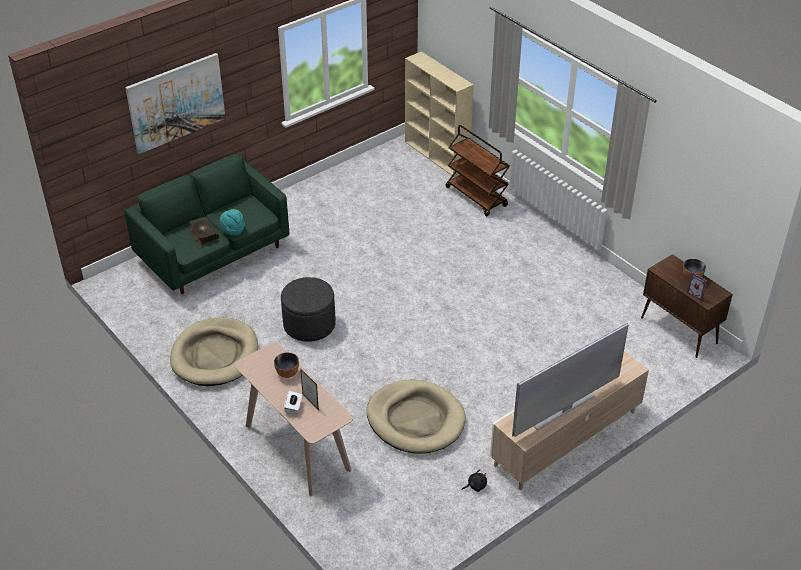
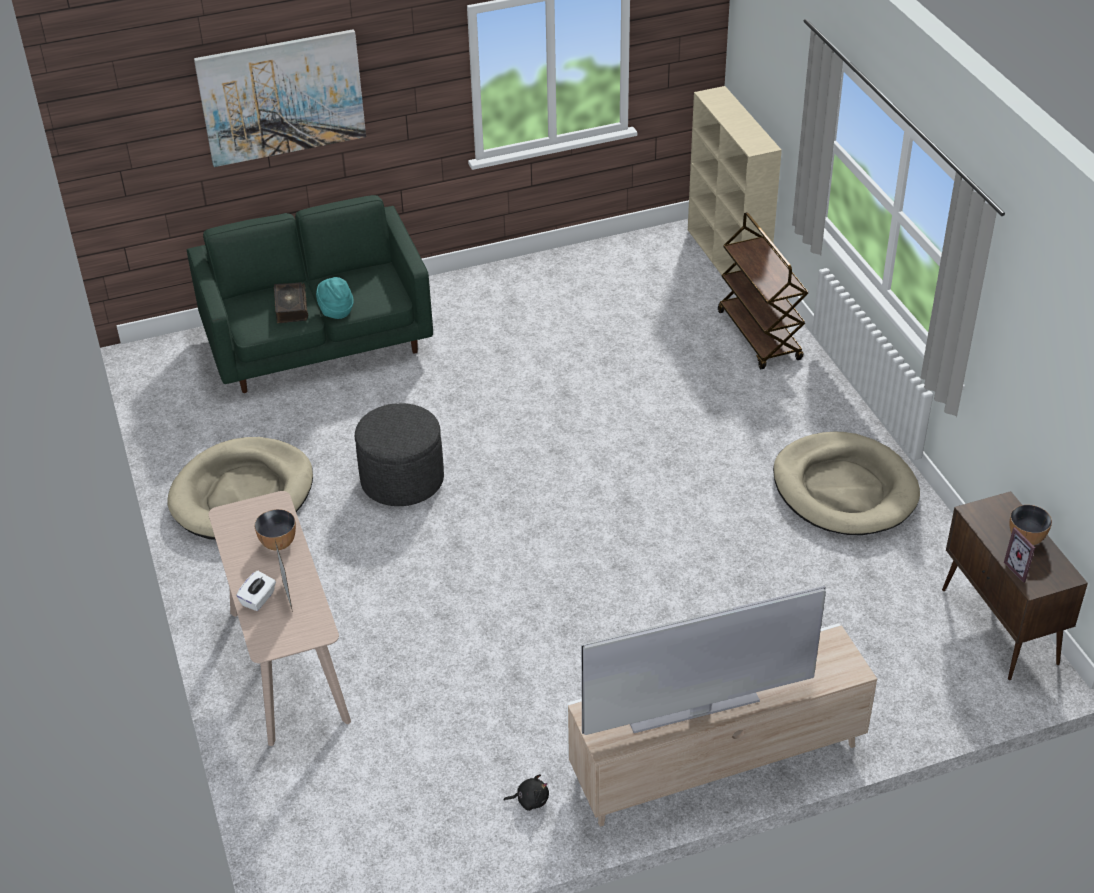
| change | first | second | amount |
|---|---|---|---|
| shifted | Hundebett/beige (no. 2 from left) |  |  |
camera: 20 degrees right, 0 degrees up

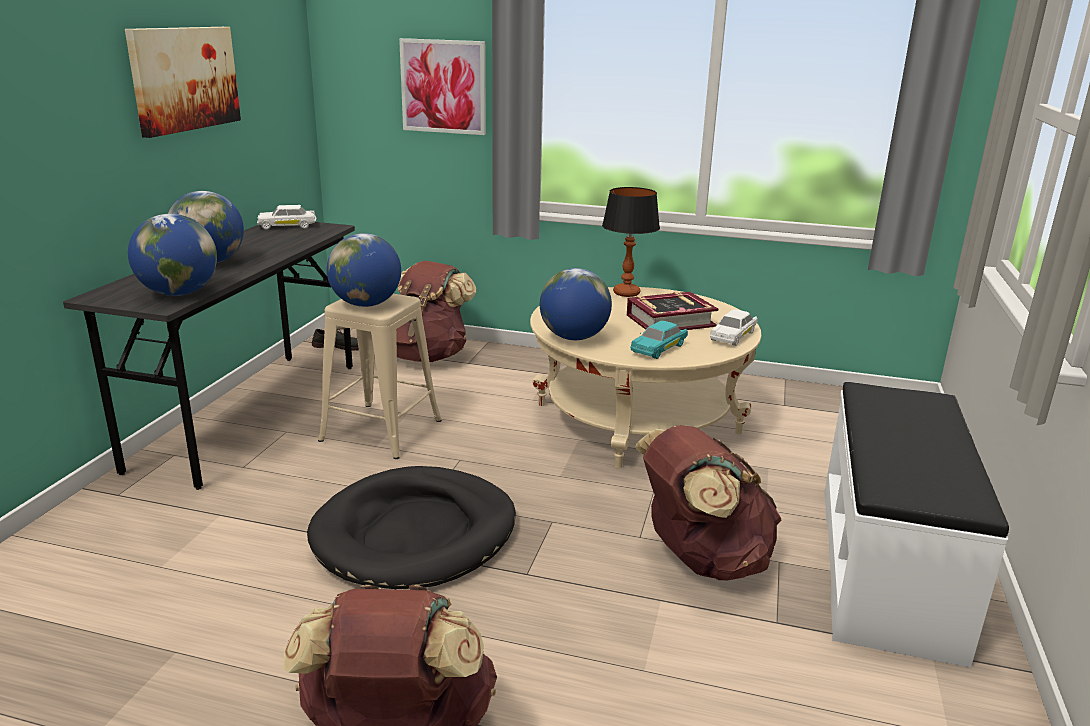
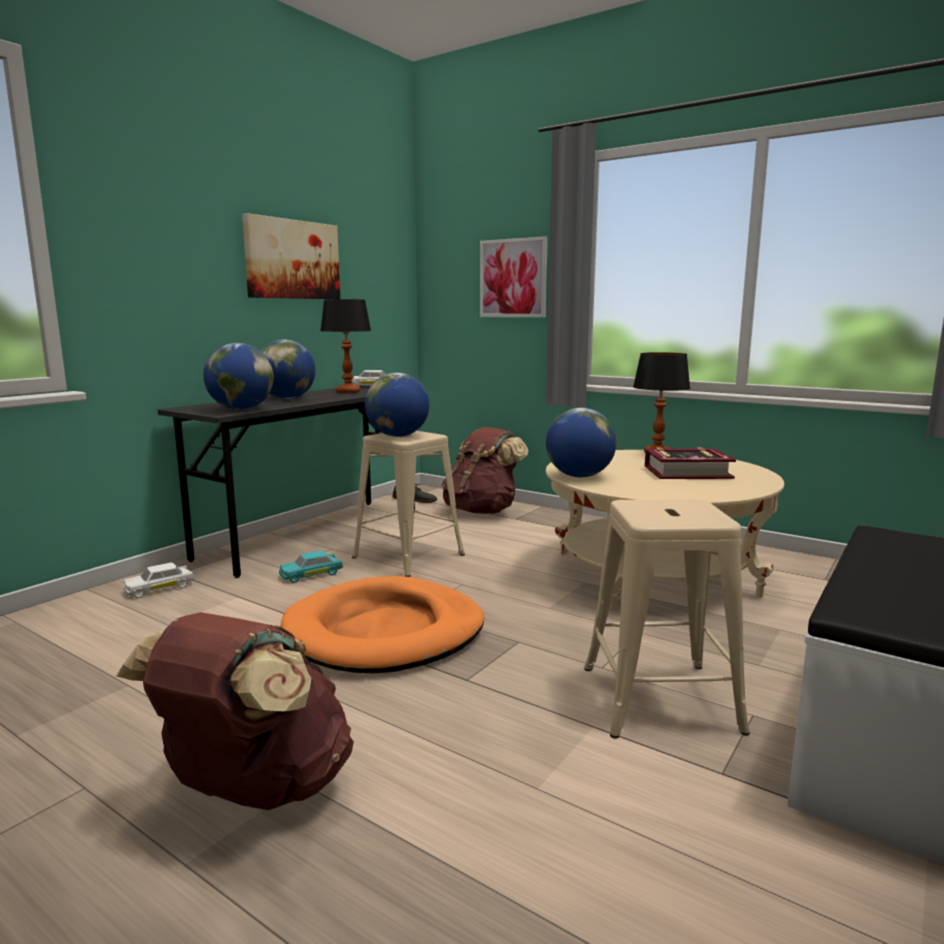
| change | first | second | amount |
|---|---|---|---|
| new |  | Tischlampe (no. 1 from left) |  |
| shifted | Spielzeugauto/türkis |  |  |
| shifted | Spielzeugauto/weiß (no. 2 from left in the first image) | Spielzeugauto/weiß (no. 1 from left) |  |
| swapped | Rucksack/braun (no. 3 from left) | Hocker/beige (no. 2 from left) |  |
| repainted | Hundebett/schwarz | Hundebett/orange |  |
camera: 20 degrees right, 10 degrees down

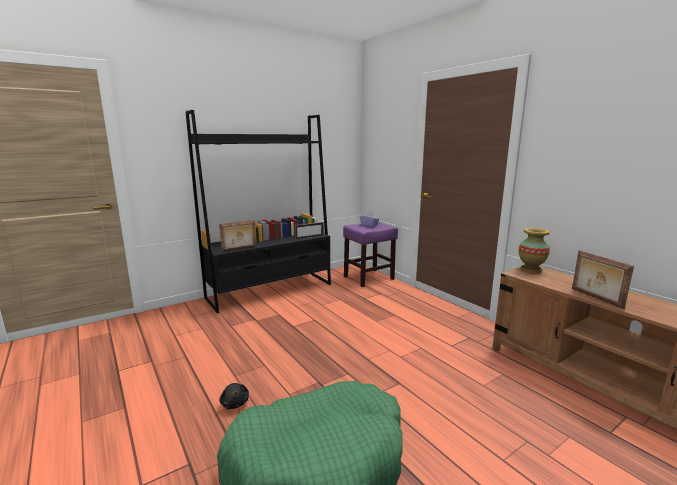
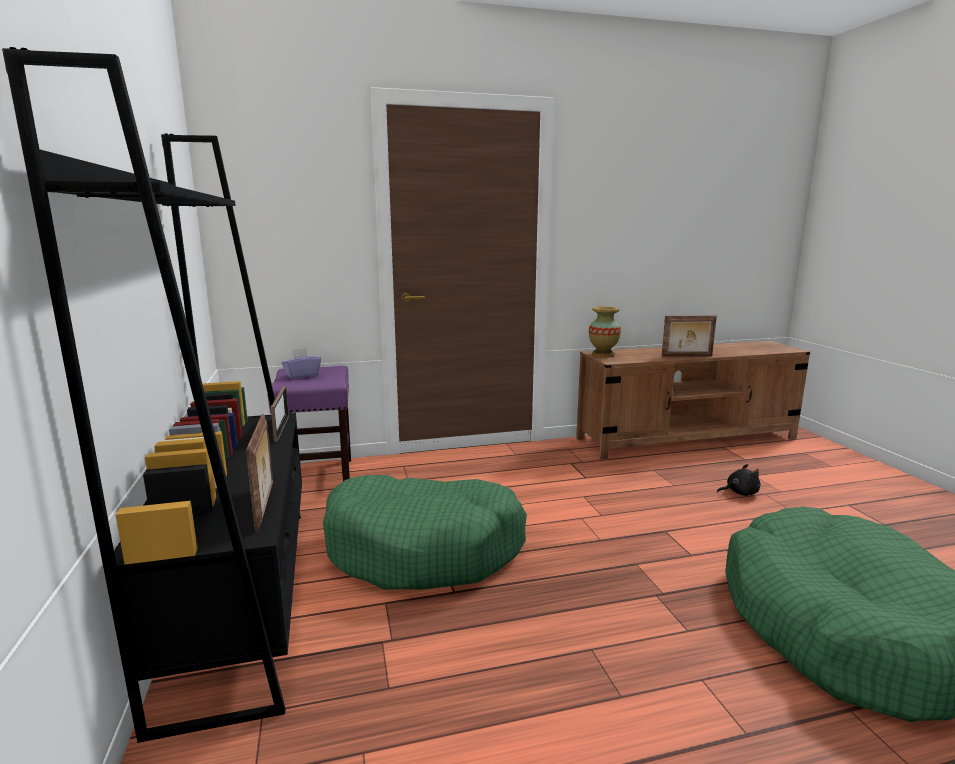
| change | first | second | amount |
|---|---|---|---|
| new |  | Hundebett/grün (no. 1 from left) |  |
| shifted | Plüschtier/schwarz |  |  |
camera: 70 degrees left, 0 degrees up

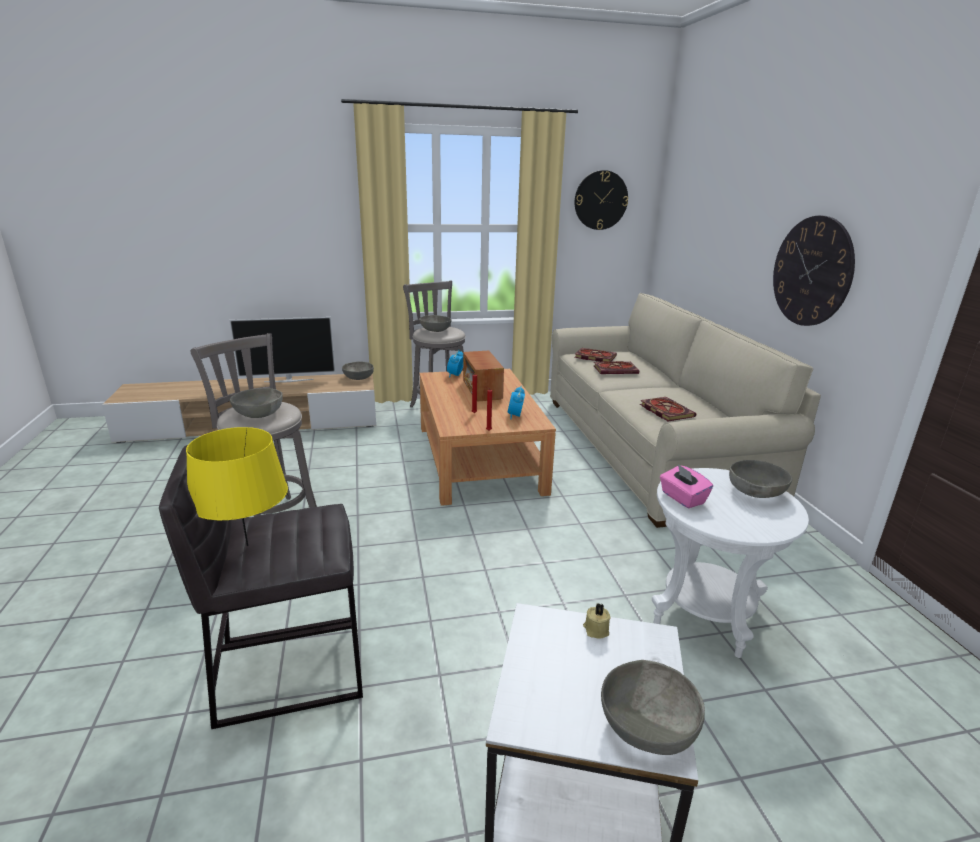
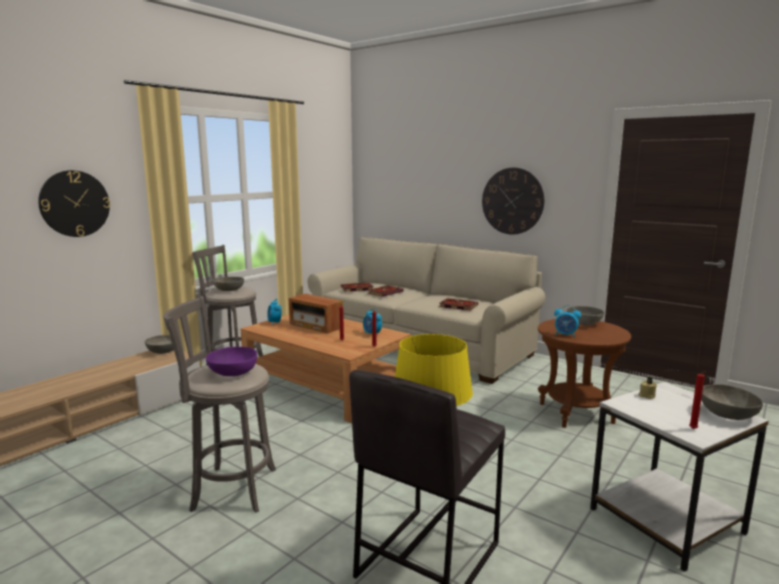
| change | first | second | amount |
|---|---|---|---|
| gone | Fernseher |  |  |
| new |  | Kerze/rot (no. 3 from left) |  |
| shifted | Wanduhr (no. 1 from left) |  |  |
| swapped | Taschentuchbox/rosa | Wecker (no. 3 from left) |  |
| repainted | Schüssel/grau (no. 1 from left) | Schüssel/lila |  |
| repainted | Beistelltisch/weiß (no. 2 from left) | Beistelltisch/braun |  |
camera: 40 degrees left, 10 degrees down

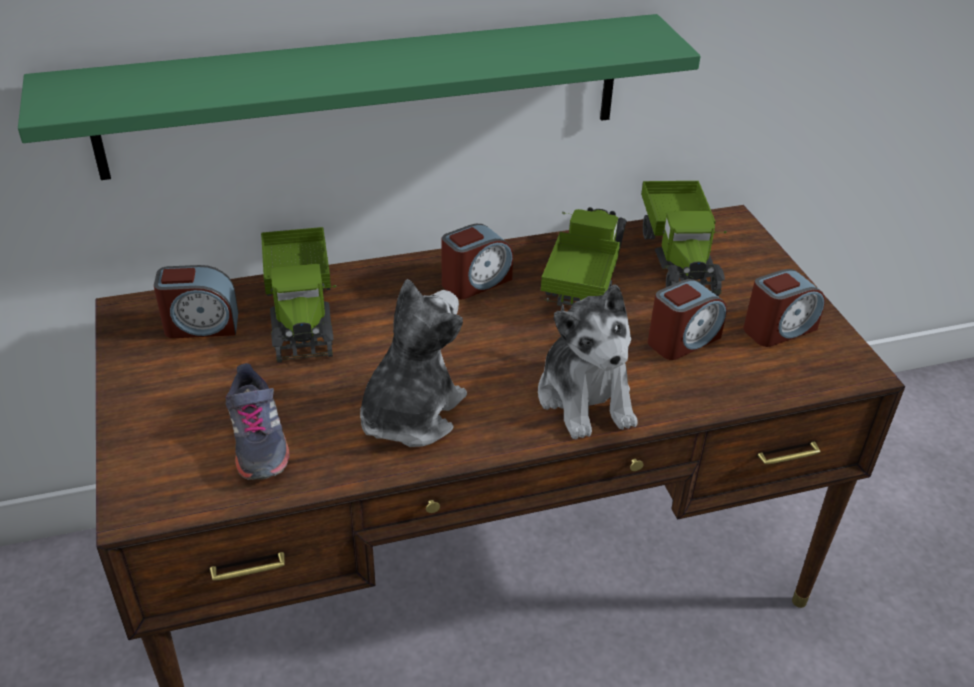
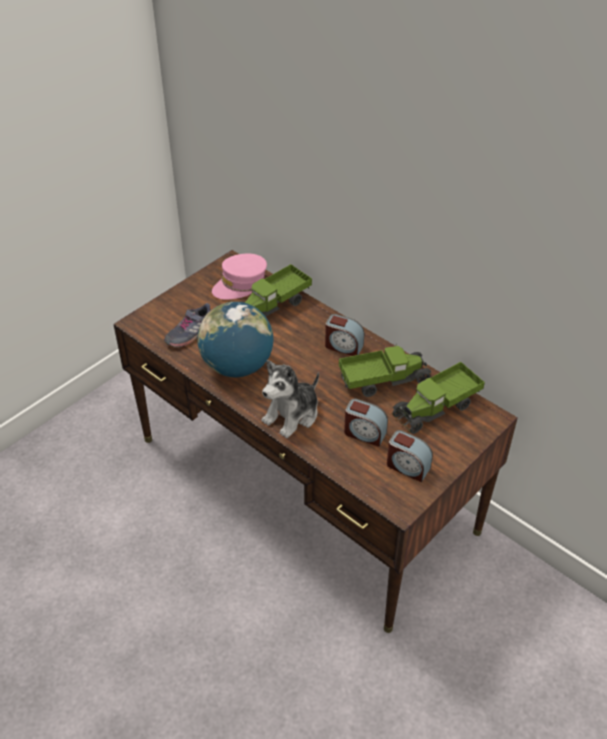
| change | first | second | amount |
|---|---|---|---|
| gone | Wandregal/grün |  |  |
| swapped | Wecker (no. 1 from left) | Kappe/rosa |  |
| swapped | Plüschtier (no. 1 from left) | Globus |  |
camera: 60 degrees right, 5 degrees up

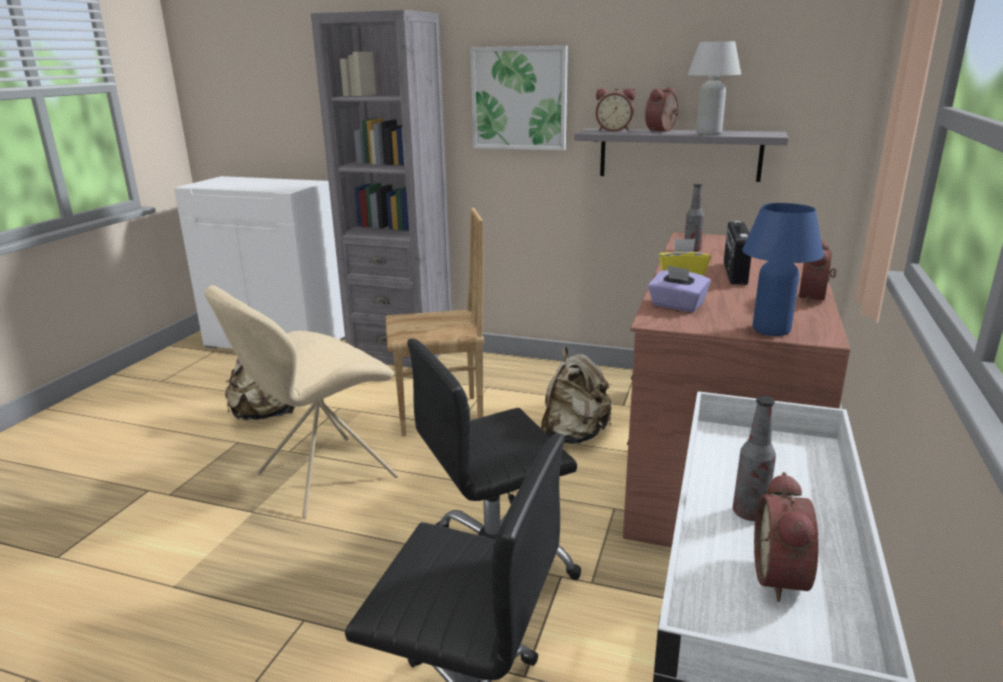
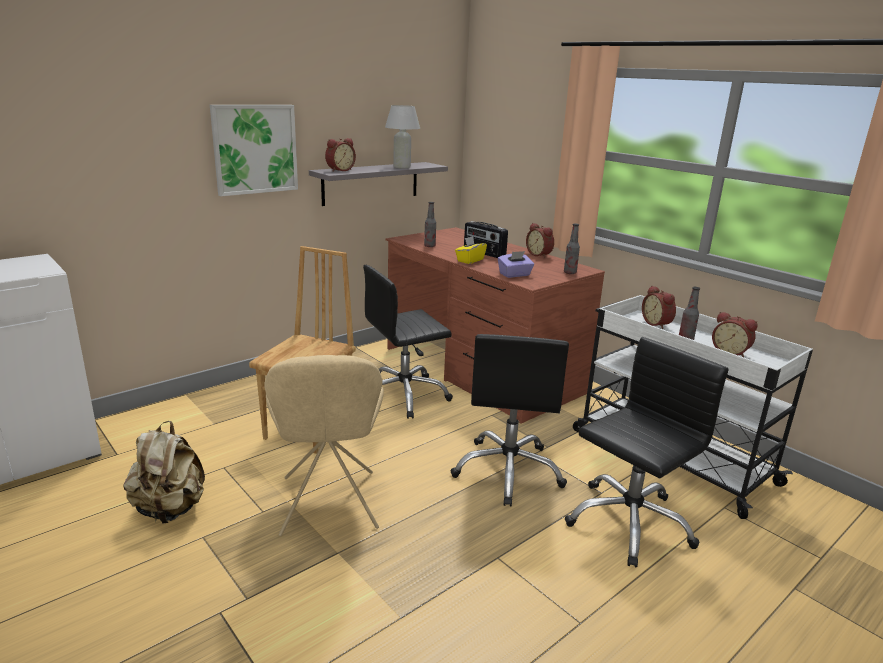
| change | first | second | amount |
|---|---|---|---|
| gone | Bücherregal/grau |  |  |
| shifted | Wecker (no. 2 from left in the first image) | Wecker (no. 3 from left) |  |
| swapped | Rucksack/beige (no. 2 from left) | Bürostuhl/schwarz (no. 1 from left) |  |
| swapped | Tischlampe/blau | Flasche (no. 2 from left) |  |
camera: 60 degrees left, 0 degrees up

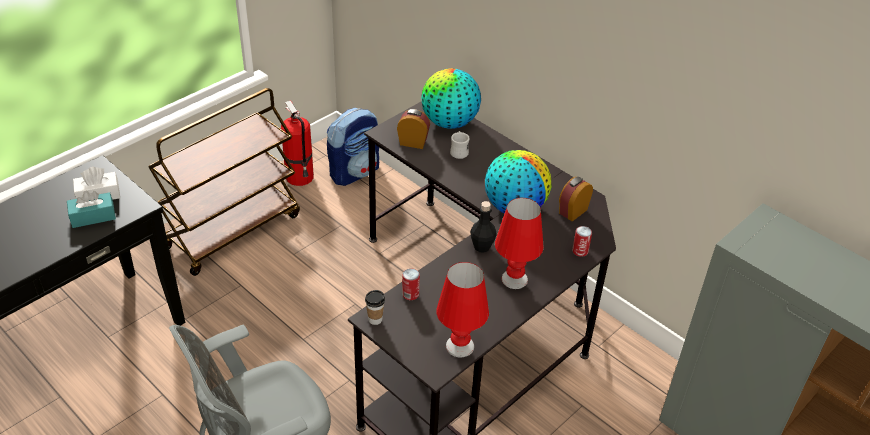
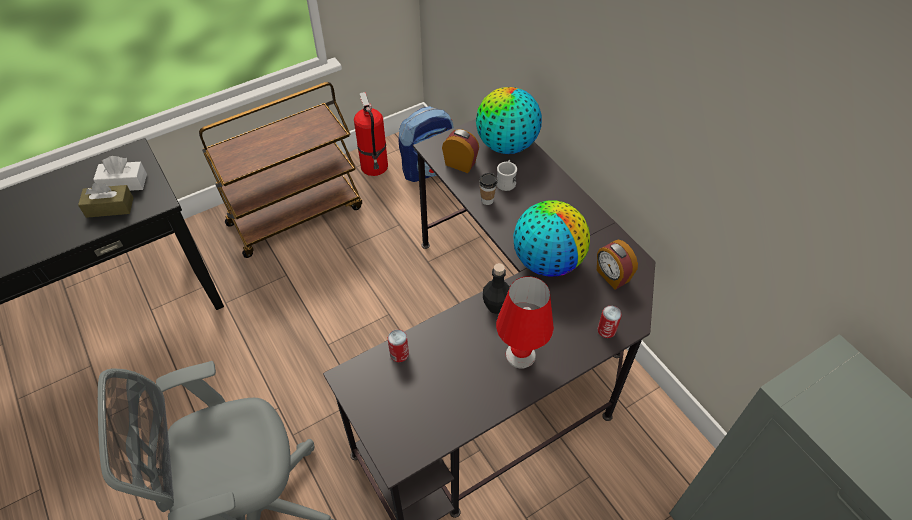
| change | first | second | amount |
|---|---|---|---|
| gone | Tischlampe/rot (no. 1 from left) |  |  |
| shifted | Tasse |  |  |
| repainted | Taschentuchbox/türkis | Taschentuchbox/braun |  |
| rotated | Wecker (no. 2 from left) |  | 90 degrees counterclockwise |
camera: 15 degrees right, 10 degrees up

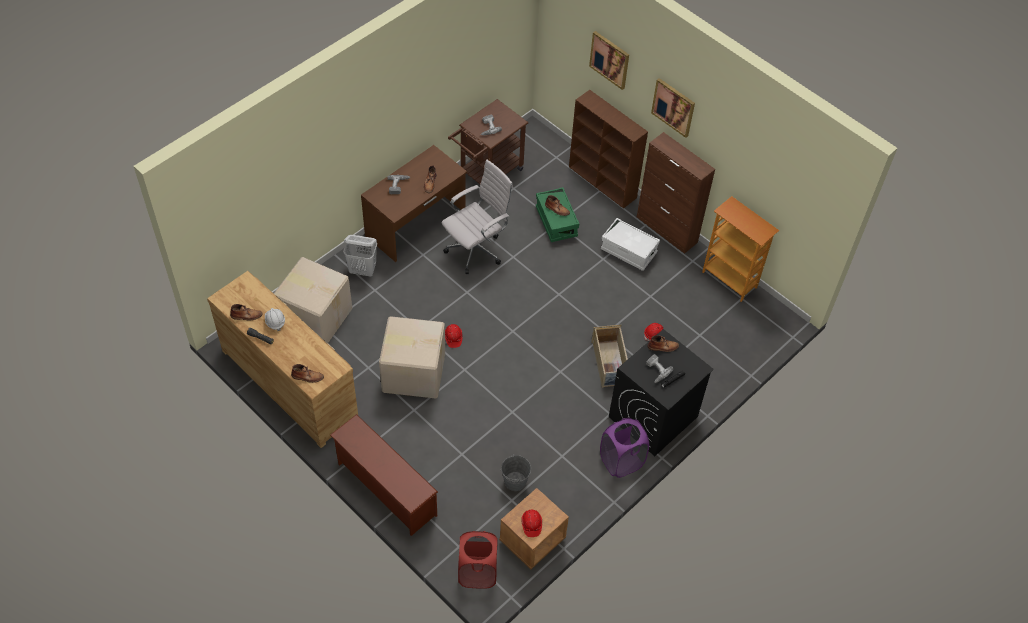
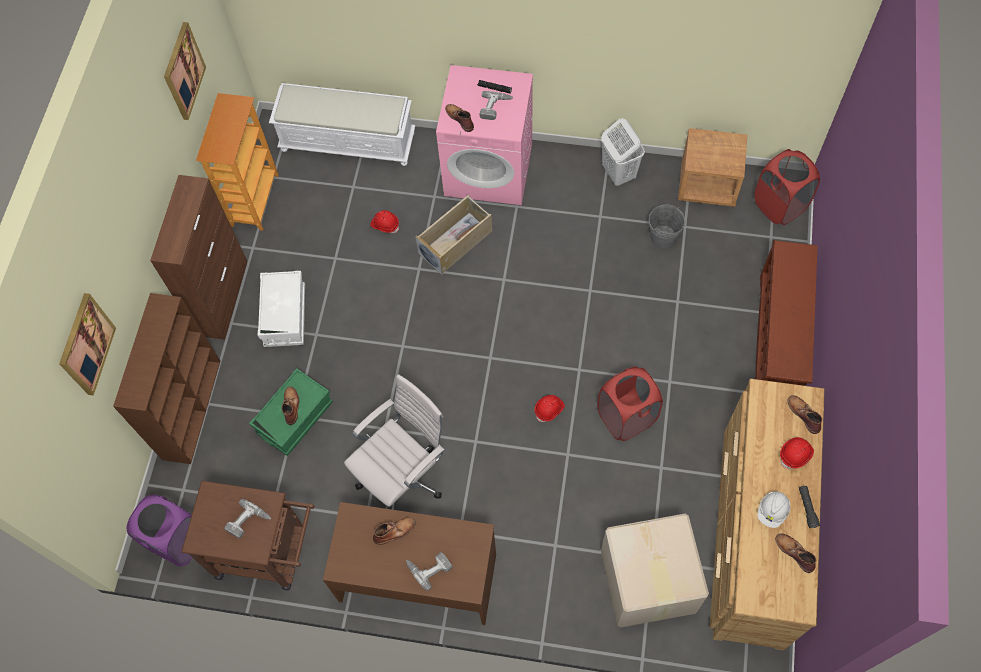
| change | first | second | amount |
|---|---|---|---|
| new |  | Bank/weiß |  |
| shifted | Wäschekorb/weiß |  |  |
| shifted | Schutzhelm/rot (no. 2 from left in the first image) | Schutzhelm/rot (no. 3 from left) |  |
| shifted | Wäschekorb/lila |  |  |
| shifted | Bild (no. 2 from left) |  |  |
| swapped | Karton (no. 2 from left) | Wäschekorb/rot (no. 1 from left) |  |
| repainted | Waschmaschine/schwarz | Waschmaschine/rosa |  |
| rotated | Bürostuhl/weiß |  | 120 degrees clockwise |
camera: 120 degrees left, 10 degrees up

